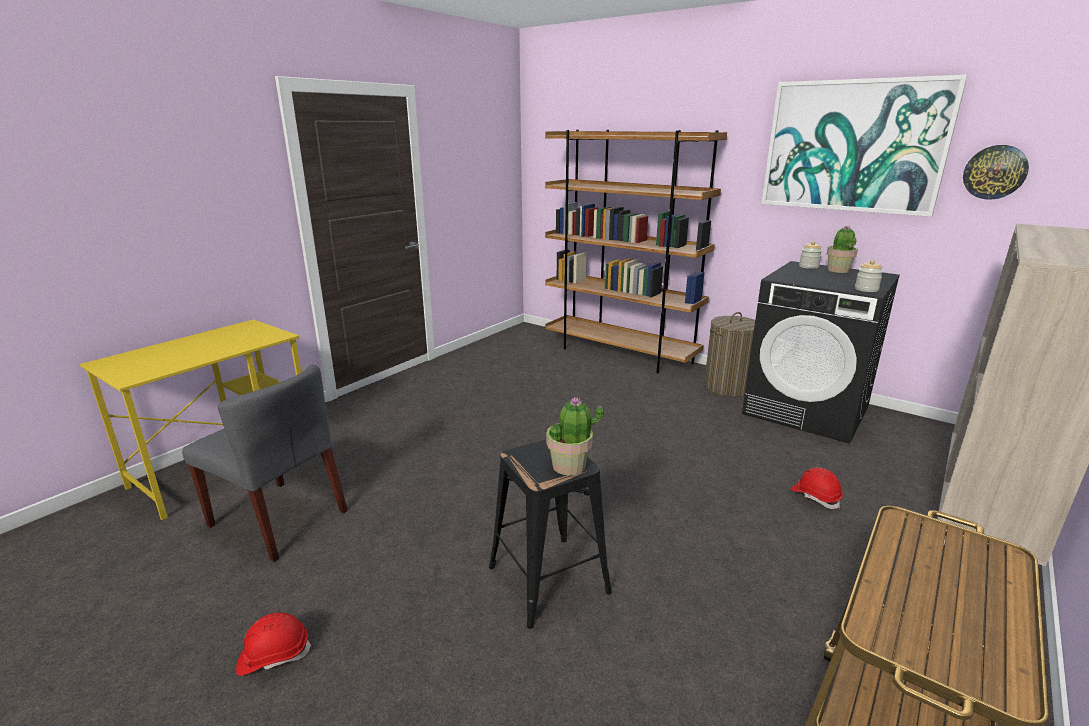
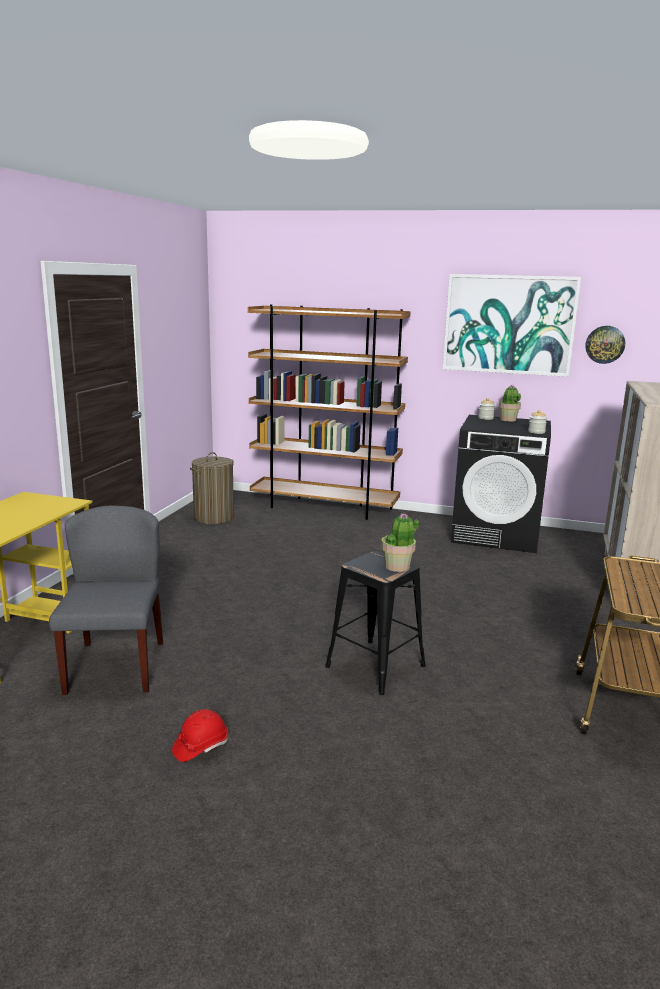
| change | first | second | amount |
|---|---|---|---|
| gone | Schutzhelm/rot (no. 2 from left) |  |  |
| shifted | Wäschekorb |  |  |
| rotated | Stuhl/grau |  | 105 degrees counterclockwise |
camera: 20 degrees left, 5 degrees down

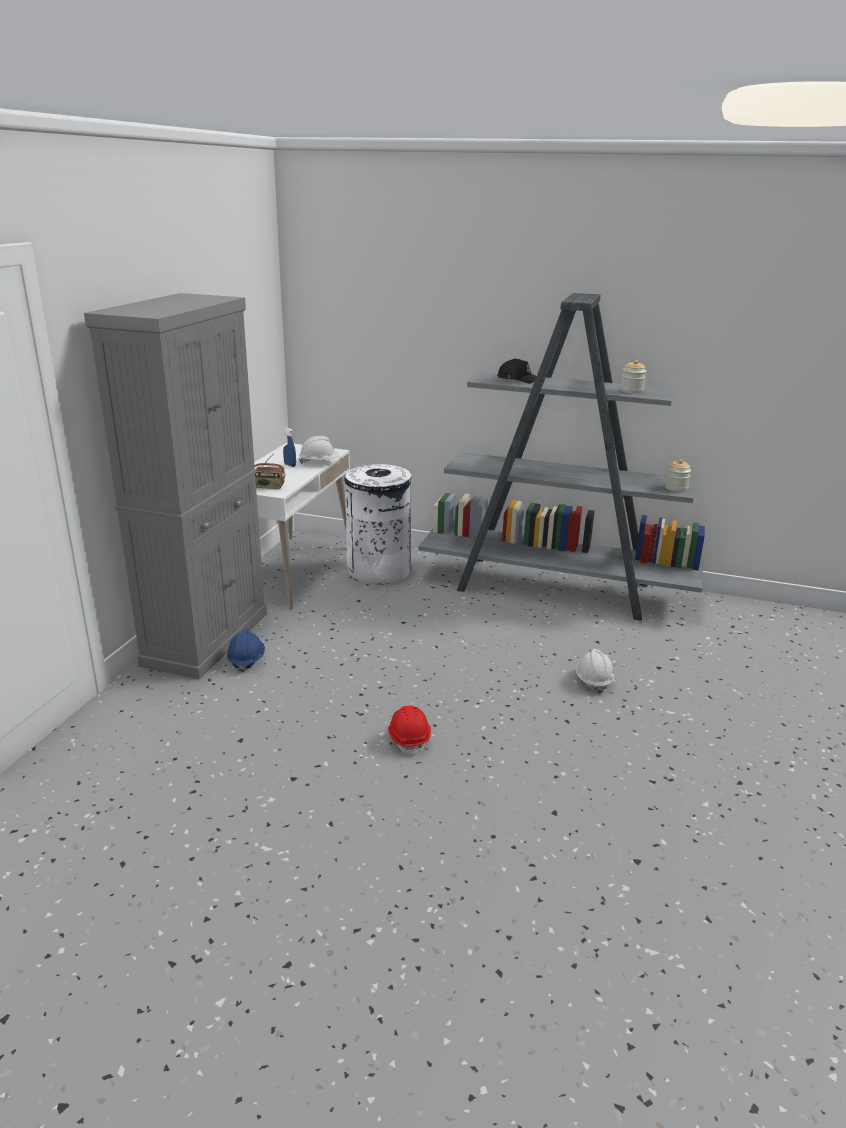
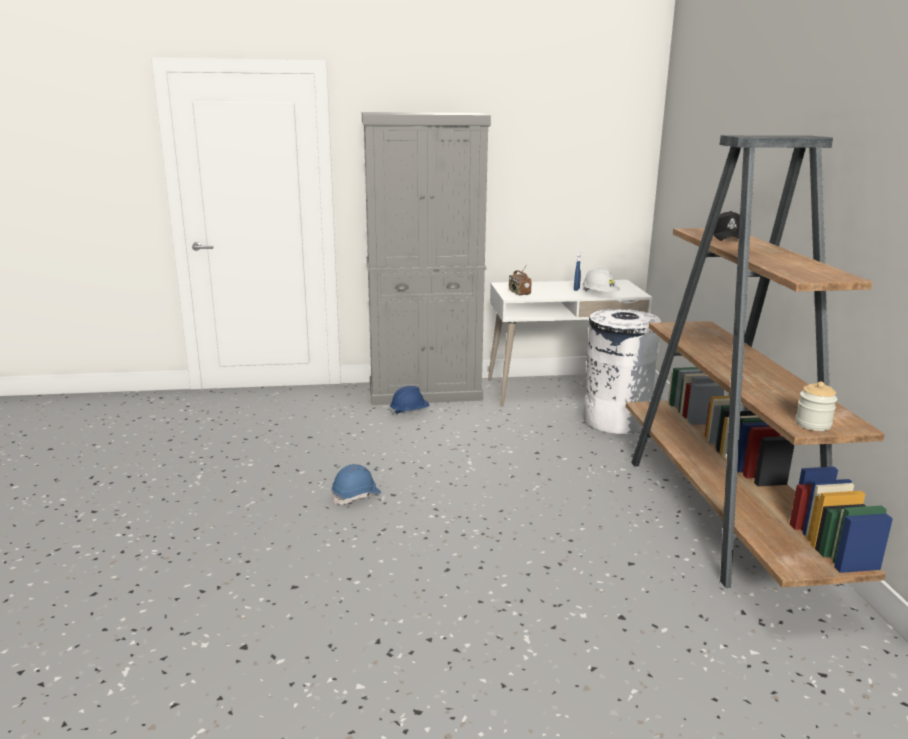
| change | first | second | amount |
|---|---|---|---|
| gone | Schutzhelm/weiß (no. 2 from left) |  |  |
| gone | Vorratsglas (no. 1 from left) |  |  |
| repainted | Schutzhelm/rot | Schutzhelm/blau (no. 1 from left) |  |
| repainted | Bücherregal/grau | Bücherregal/braun |  |
camera: 65 degrees right, 5 degrees down

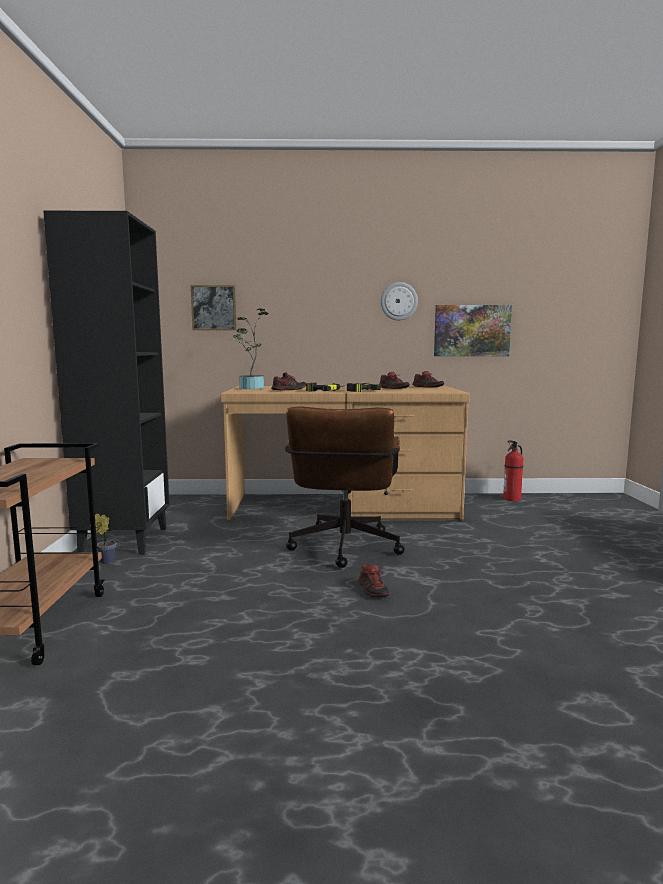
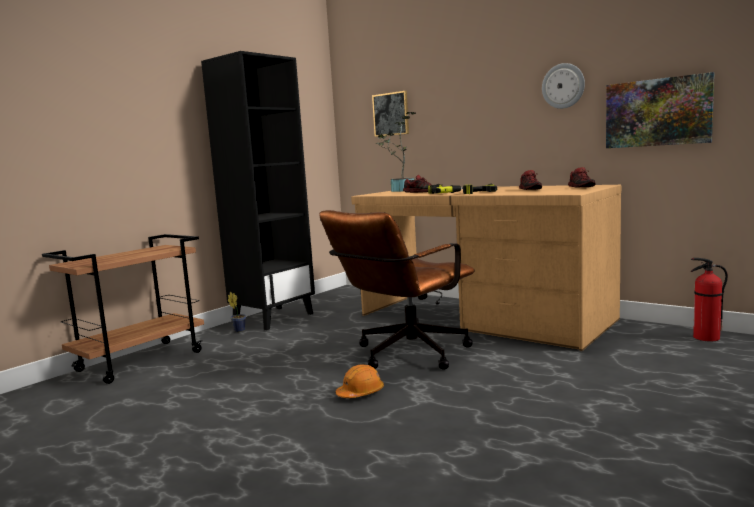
| change | first | second | amount |
|---|---|---|---|
| swapped | Schuh (no. 2 from left) | Schutzhelm/orange |  |
camera: 40 degrees right, 0 degrees up

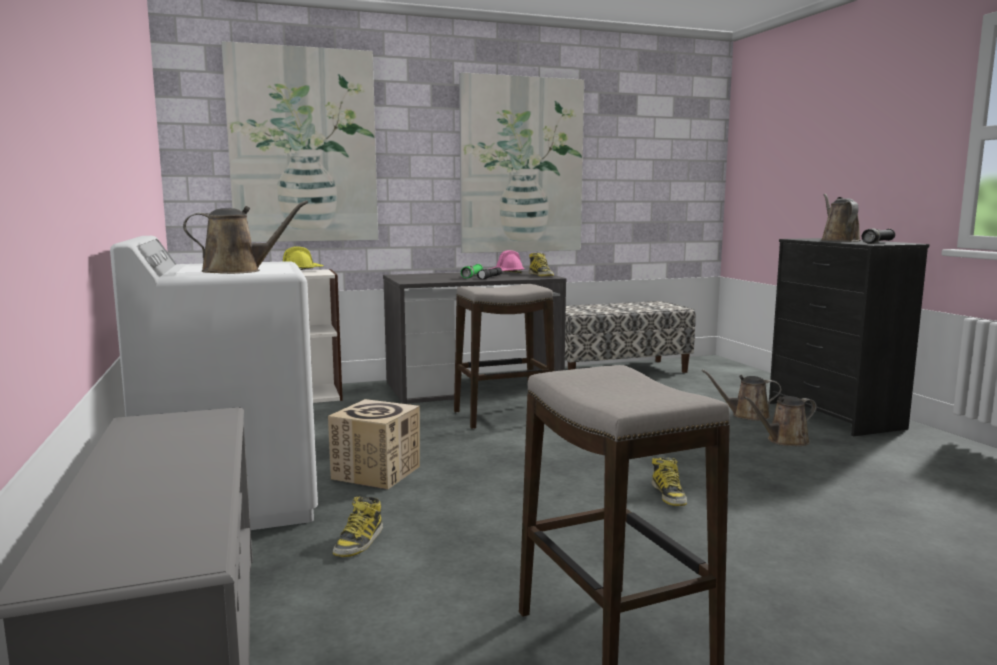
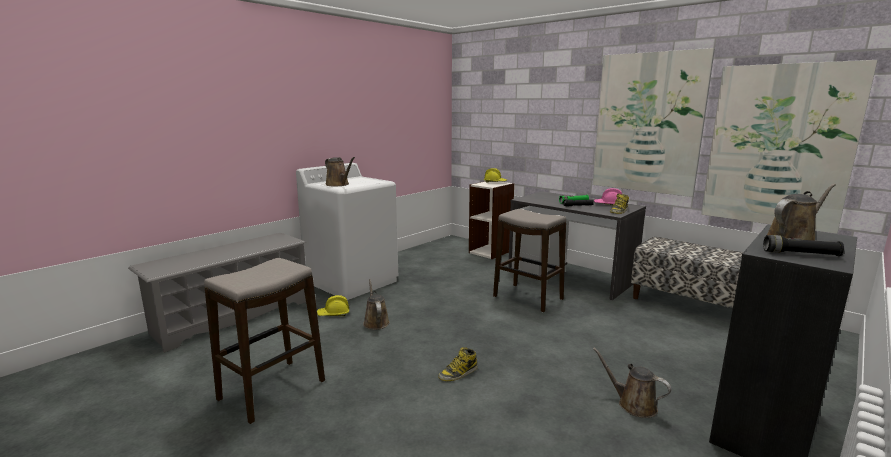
| change | first | second | amount |
|---|---|---|---|
| gone | Karton |  |  |
| shifted | Bild (no. 1 from left in the first image) | Bild (no. 2 from left) |  |
| shifted | Gießkanne/braun (no. 2 from left) |  |  |
| swapped | Stiefel (no. 1 from left) | Schutzhelm/gelb (no. 1 from left) |  |
camera: 60 degrees right, 5 degrees up

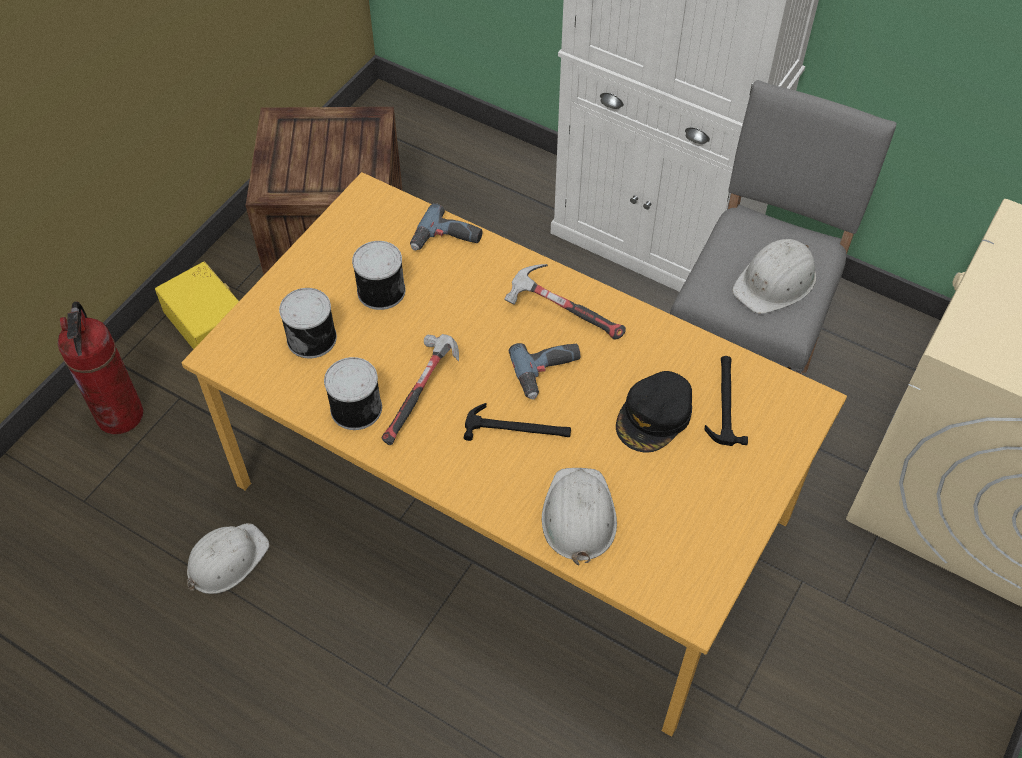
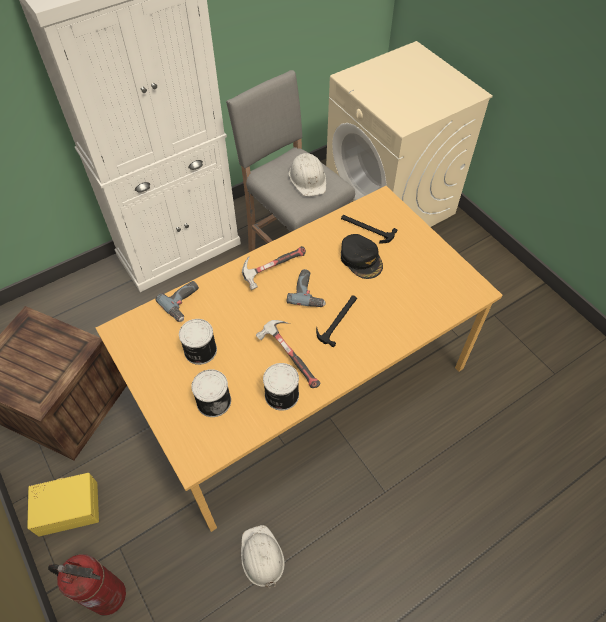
| change | first | second | amount |
|---|---|---|---|
| gone | Schutzhelm/weiß (no. 2 from left) |  |  |
camera: 65 degrees left, 0 degrees up

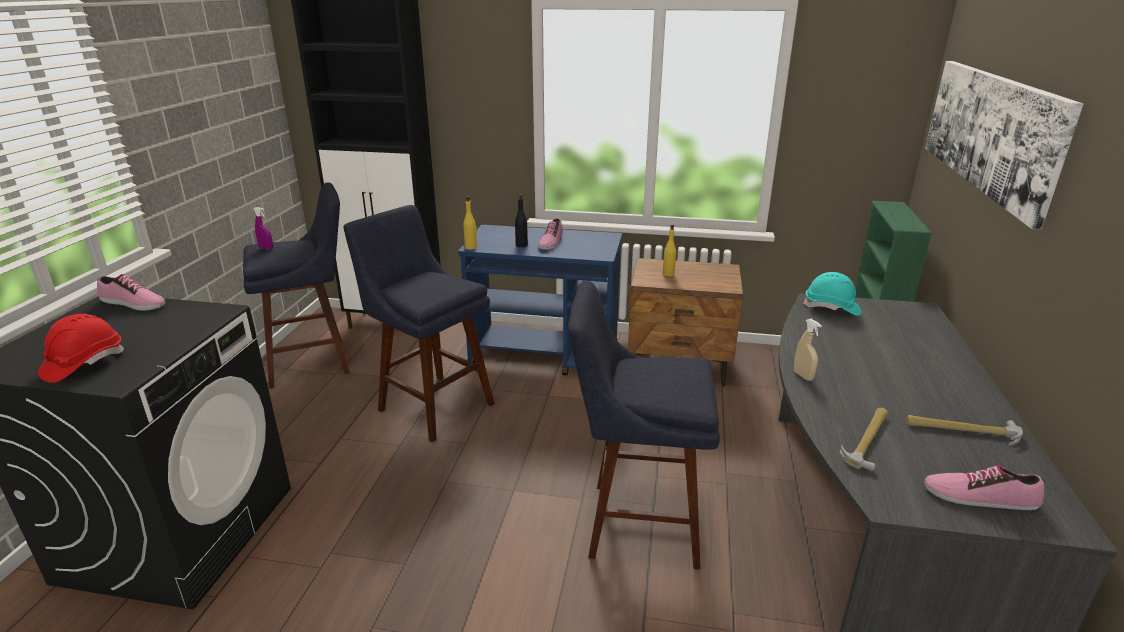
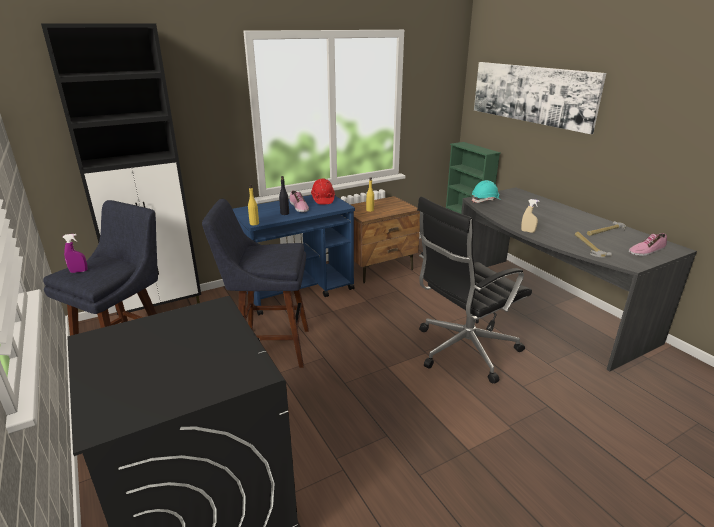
| change | first | second | amount |
|---|---|---|---|
| gone | Schuh (no. 1 from left) |  |  |
| shifted | Schutzhelm/rot |  |  |
| swapped | Hocker/blau (no. 3 from left) | Bürostuhl/schwarz |  |
camera: 40 degrees left, 0 degrees up

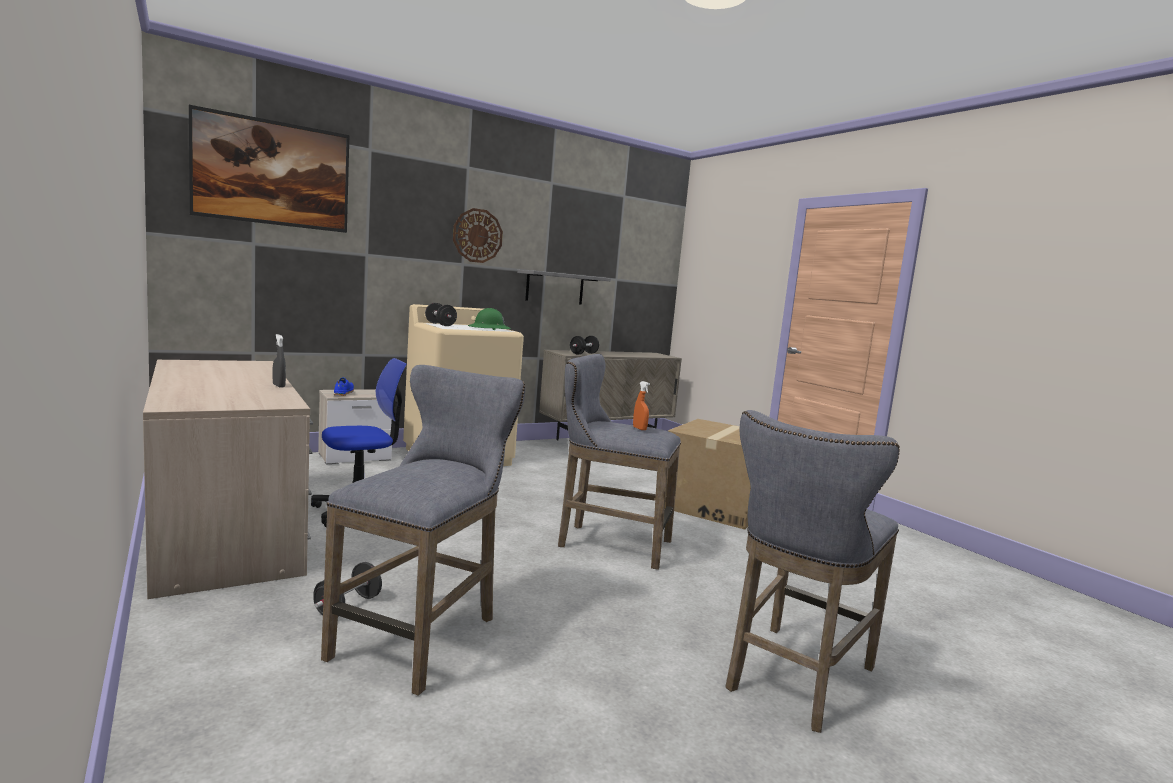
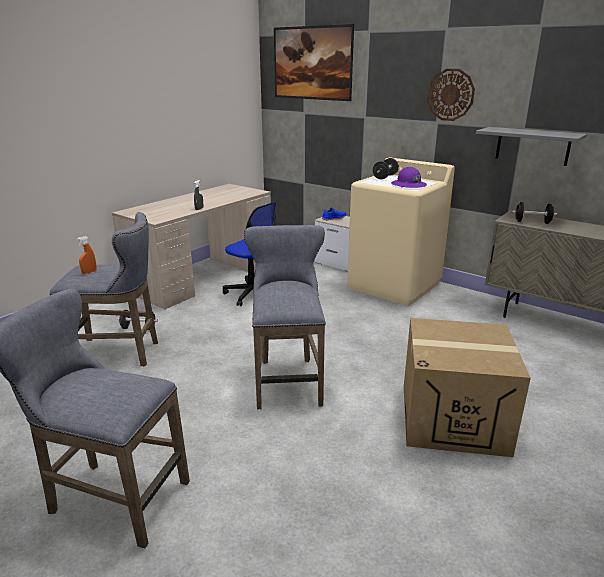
| change | first | second | amount |
|---|---|---|---|
| shifted | Sprühflasche/orange |  |  |
| repainted | Schutzhelm/grün | Schutzhelm/lila |  |
camera: 70 degrees right, 15 degrees up

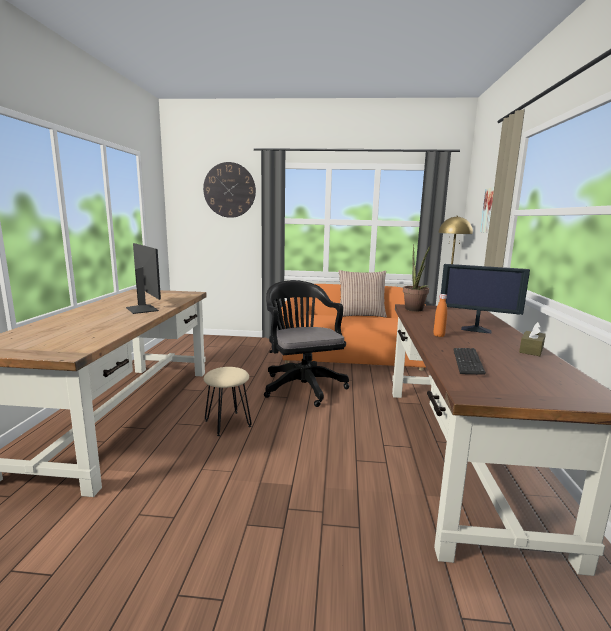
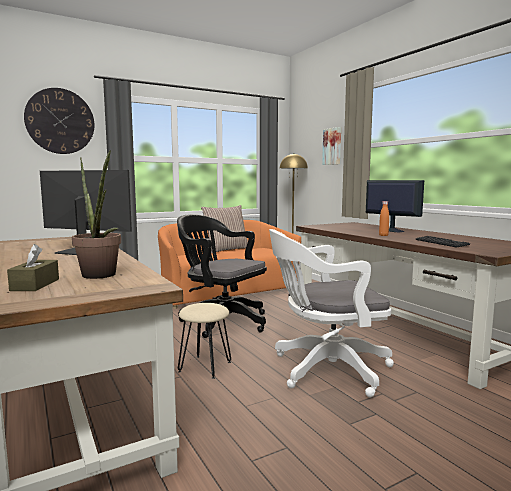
| change | first | second | amount |
|---|---|---|---|
| new |  | Bürostuhl/weiß |  |
| shifted | Topfpflanze |  |  |
| shifted | Taschentuchbox/braun |  |  |
| rotated | Monitor (no. 2 from left) |  | 120 degrees counterclockwise |
camera: 35 degrees left, 5 degrees down

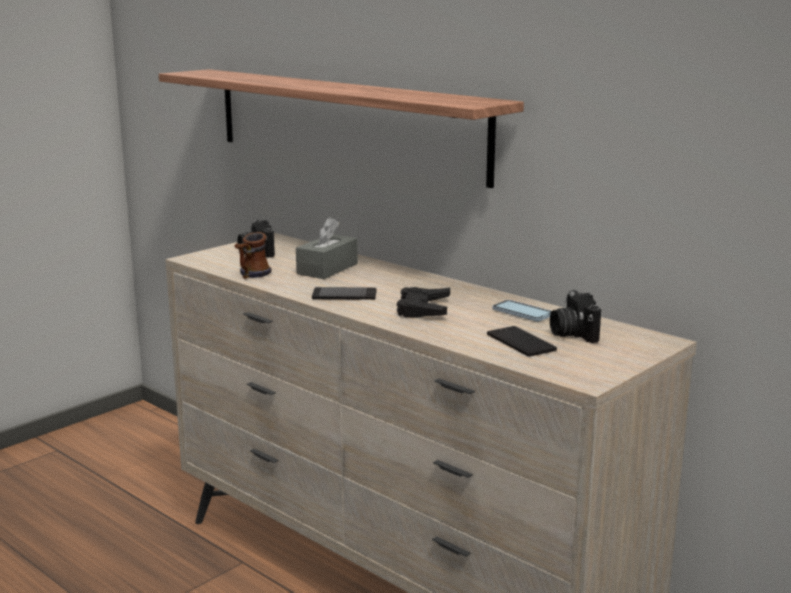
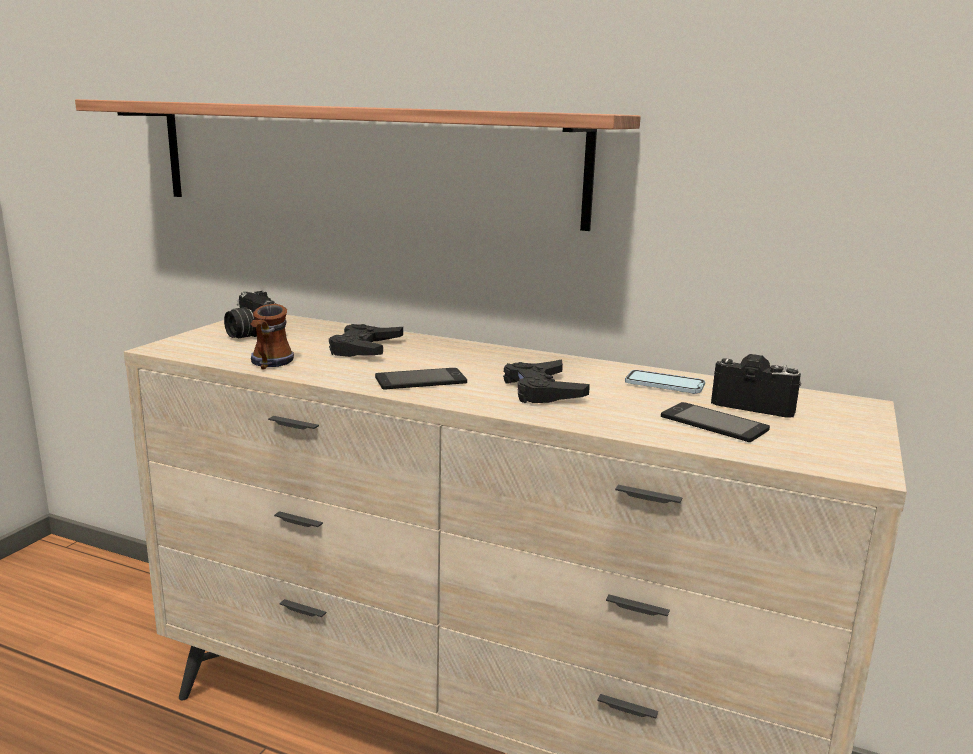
| change | first | second | amount |
|---|---|---|---|
| swapped | Taschentuchbox/grau | Gamepad/schwarz (no. 1 from left) |  |
| rotated | Kamera (no. 2 from left) |  | 150 degrees clockwise |
camera: 20 degrees left, 0 degrees up

